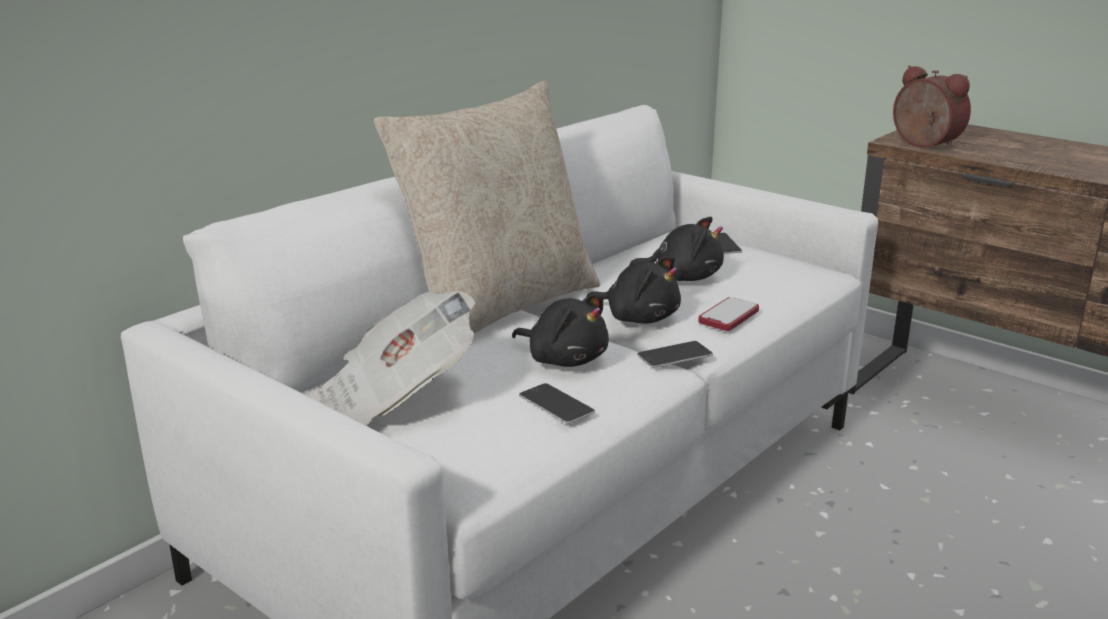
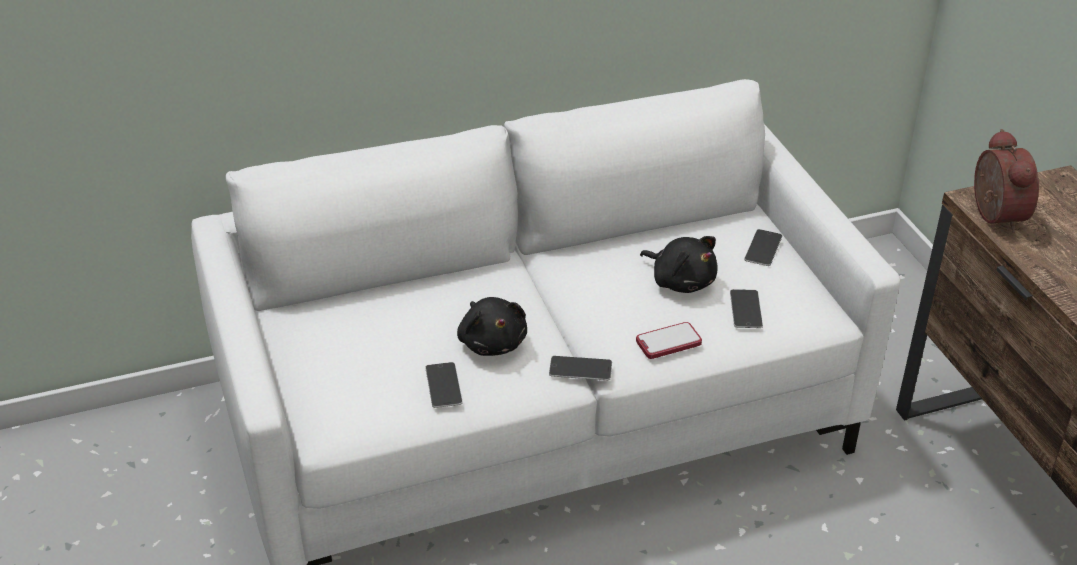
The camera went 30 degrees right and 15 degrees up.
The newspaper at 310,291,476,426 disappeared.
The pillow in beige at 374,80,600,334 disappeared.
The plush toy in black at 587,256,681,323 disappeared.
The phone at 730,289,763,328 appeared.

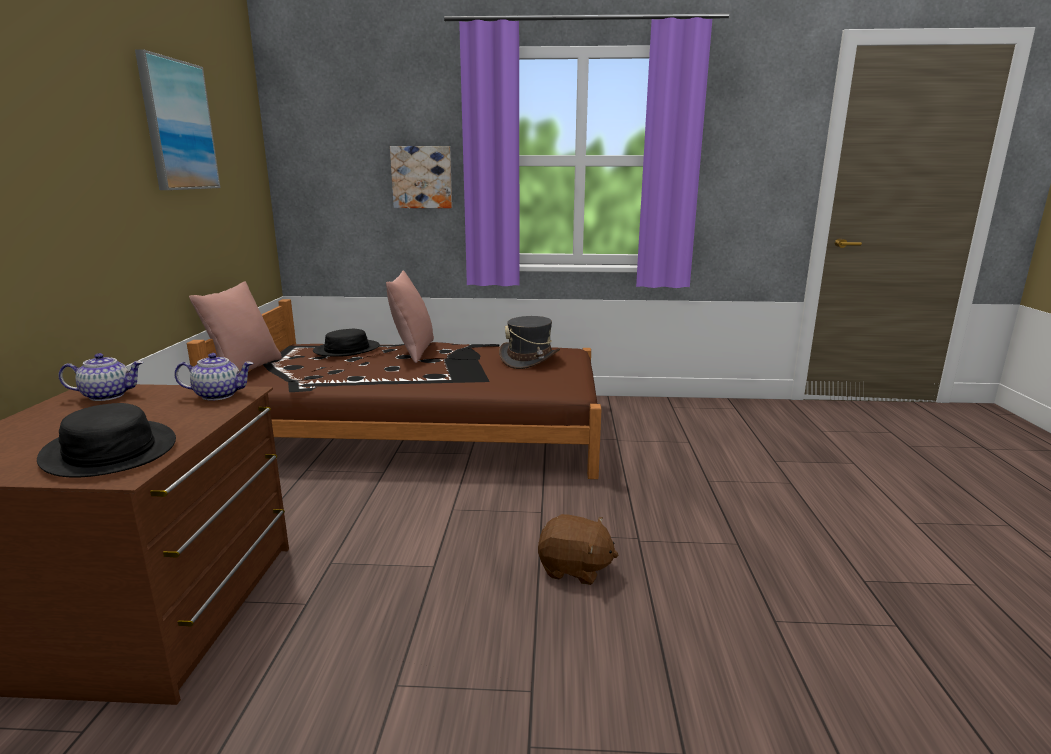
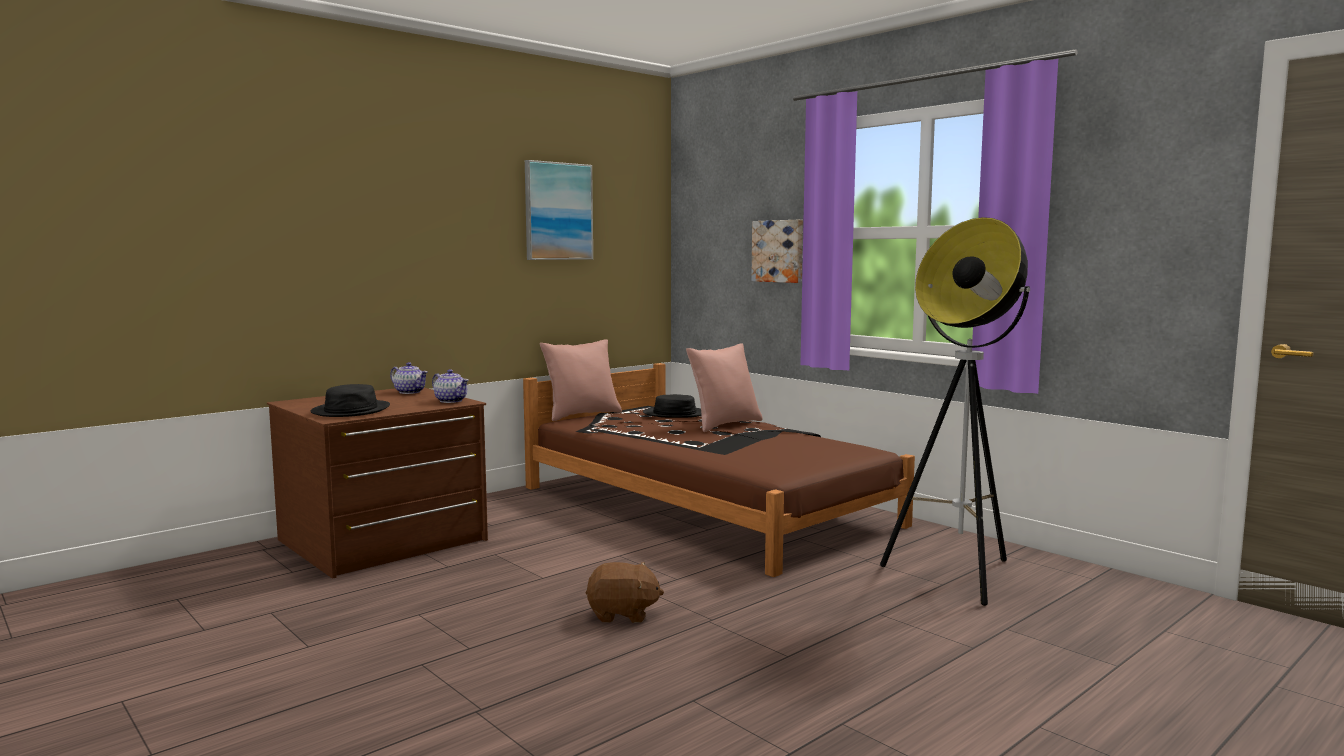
The camera went 45 degrees right and 10 degrees down.
The hat in grey at 499,316,560,369 disappeared.
The floor lamp at 880,217,1030,606 appeared.
The plush toy in brown at 538,514,618,585 turned 60 degrees counterclockwise.

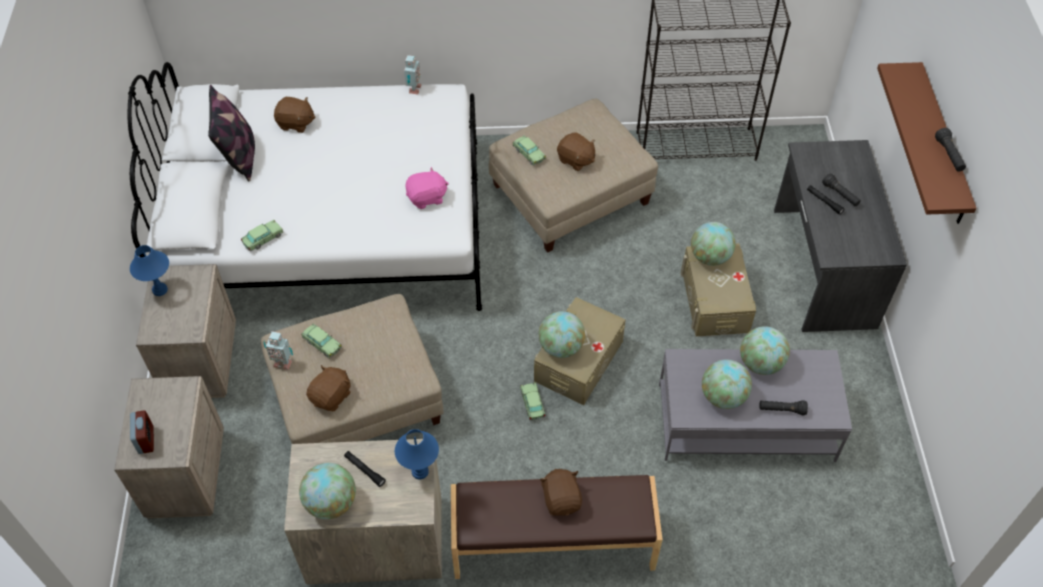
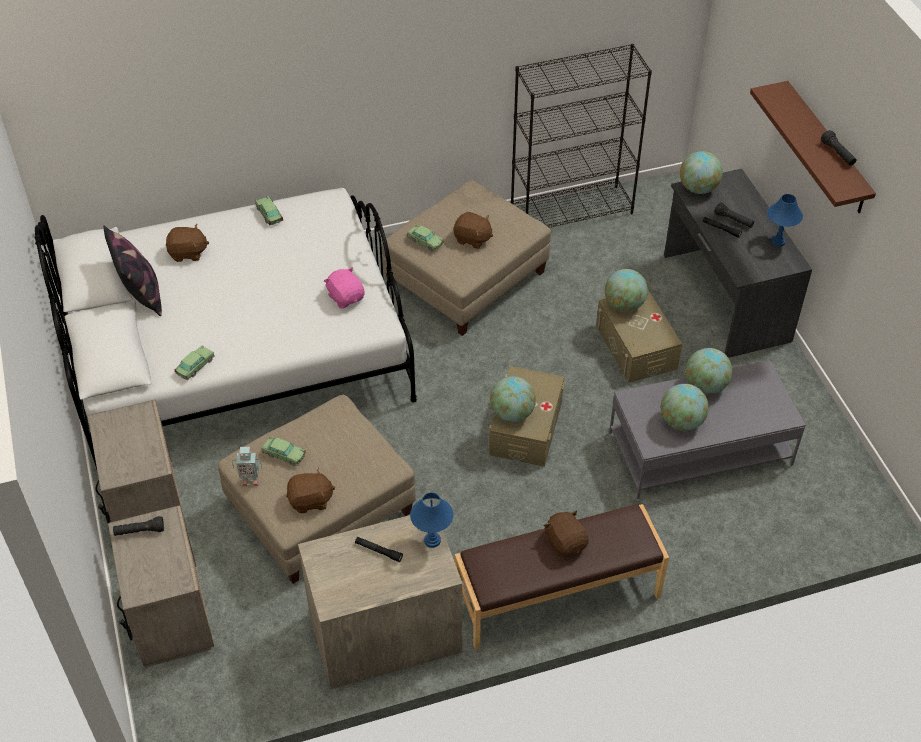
The camera went 15 degrees left and 5 degrees down.
The alarm clock at 130,410,154,454 disappeared.
The toy robot at 404,55,421,95 disappeared.
The table lamp in blue moved from 130,245,169,296 to 767,194,803,247.
The globe moved from 299,463,356,519 to 680,151,723,194.
The toy car moved from 520,382,545,420 to 255,196,283,225.
The flashlight in black moved from 759,400,808,415 to 113,516,164,536.
The plush toy in brown at 306,365,351,411 turned 60 degrees clockwise.
The plush toy in pink at 405,167,449,209 turned 90 degrees counterclockwise.

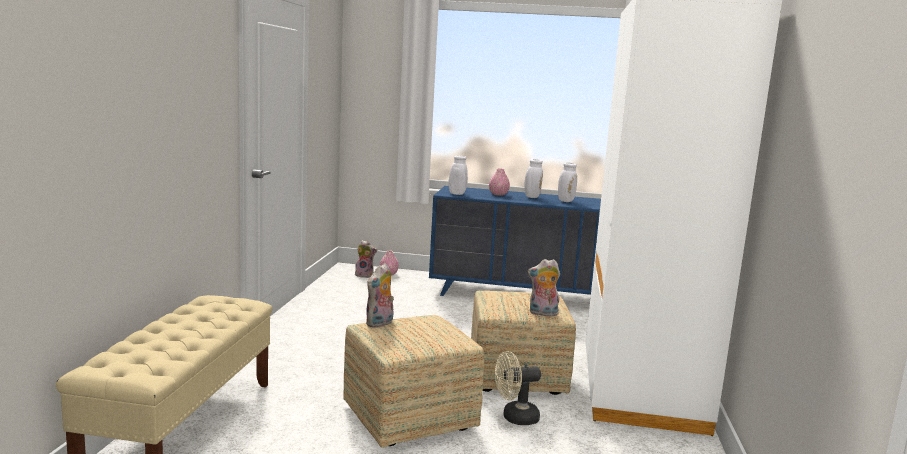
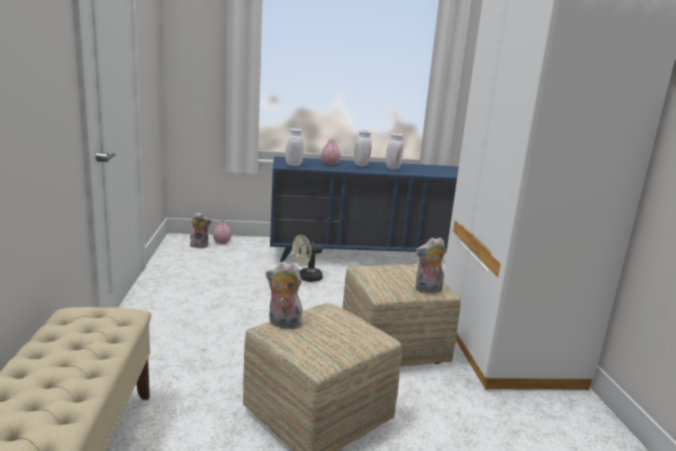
The camera went 15 degrees left and 5 degrees up.
The fan in beige moved from 495,351,541,425 to 292,235,323,282.
The plush toy at 366,263,394,328 turned 90 degrees clockwise.

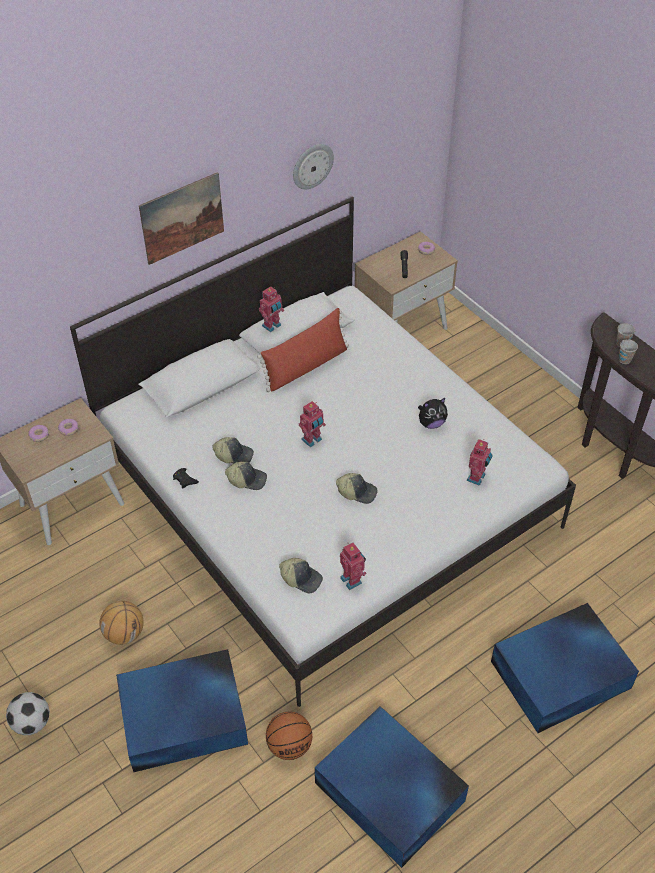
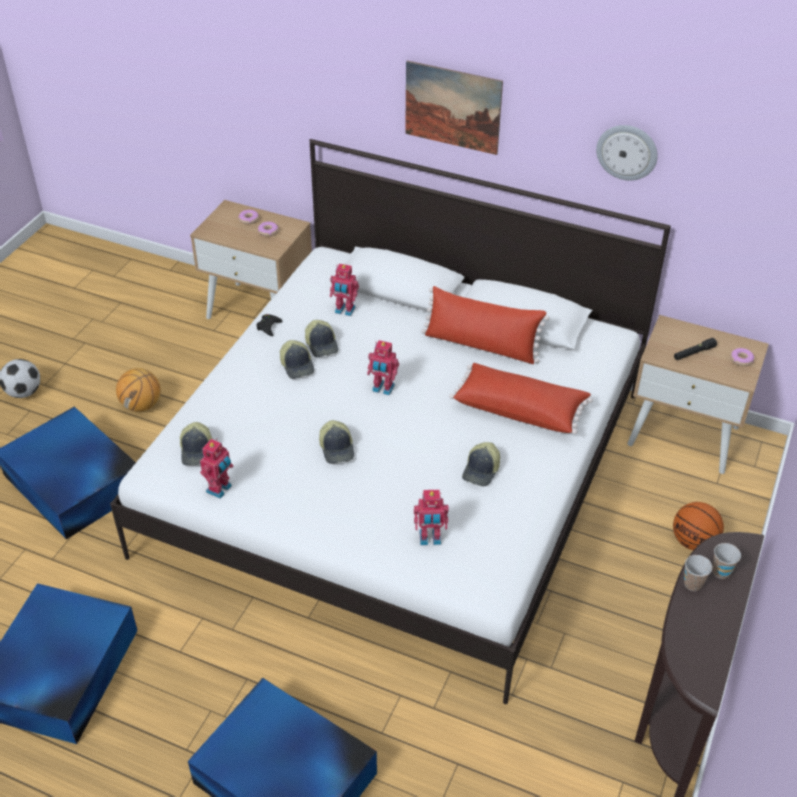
The camera went 60 degrees right and 5 degrees down.
The pillow in red at 449,363,593,434 appeared.
The toy robot moved from 259,286,284,332 to 330,264,359,316.
The basketball moved from 266,712,312,760 to 673,502,724,550.
The plush toy at 418,398,448,429 was replaced by the cap at 462,442,500,486.

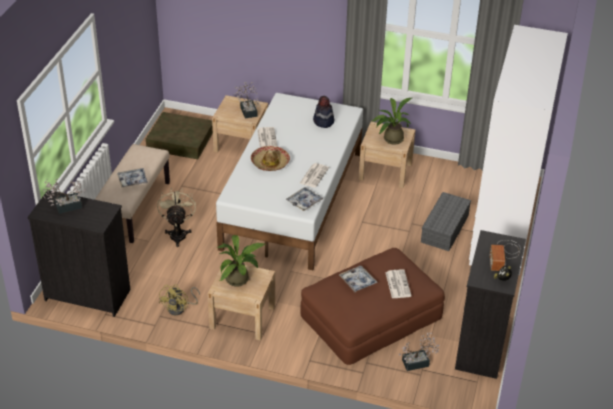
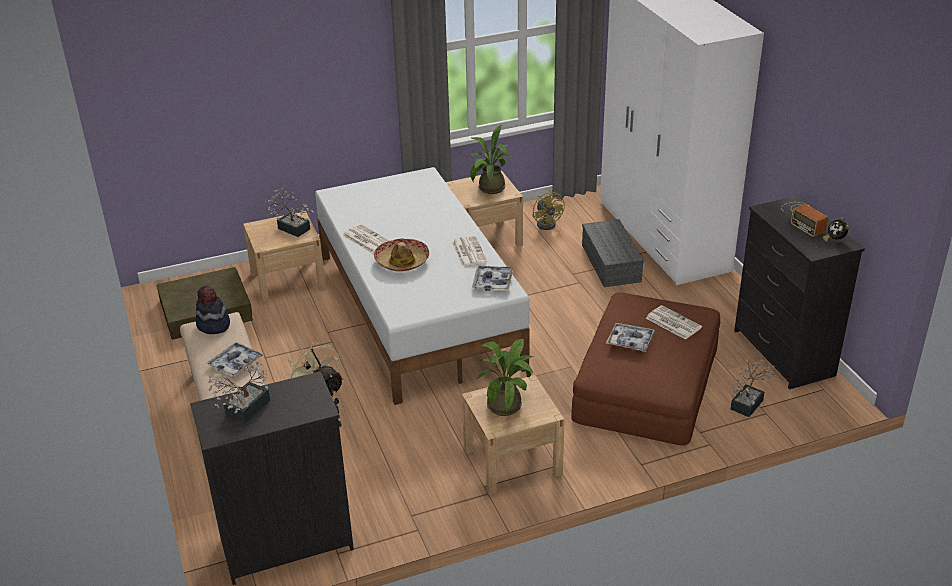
The camera went 35 degrees left and 5 degrees down.
The fan in yellow moved from 159,285,200,315 to 532,190,565,230.
The hat moved from 313,96,334,128 to 195,286,230,334.

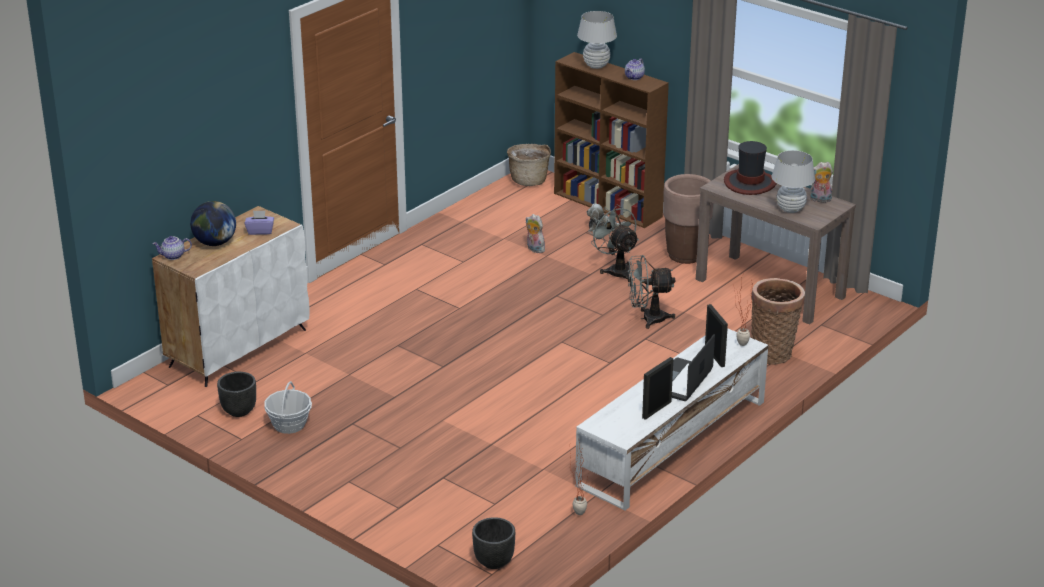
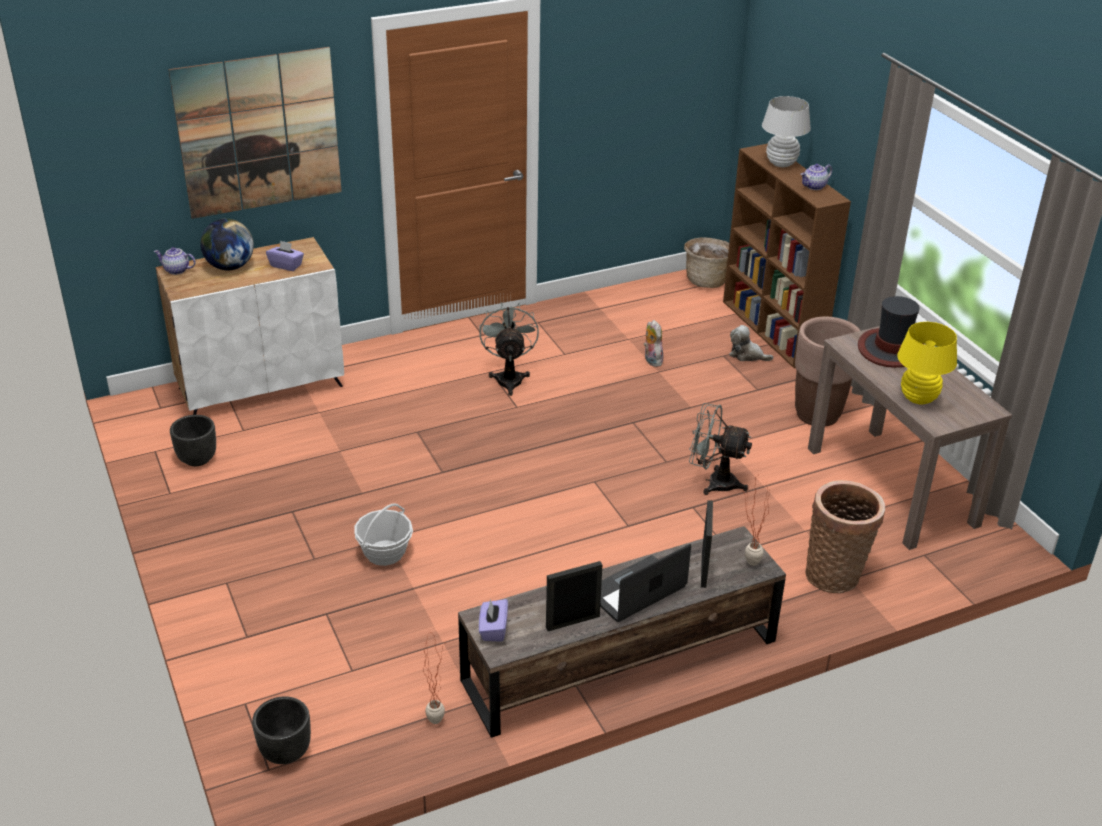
The camera went 25 degrees right and 5 degrees up.
The plush toy at 810,162,833,203 disappeared.
The picture at 168,47,342,219 appeared.
The tissue box in purple at 479,599,508,642 appeared.
The basket moved from 264,381,312,434 to 354,503,413,566.
The fan in grey moved from 588,204,639,282 to 479,302,539,396.
The tv stand in white at 575,329,768,511 became the tv stand in brown at 458,526,786,738.
The table lamp in white at 772,150,815,213 became the table lamp in yellow at 897,322,957,404.

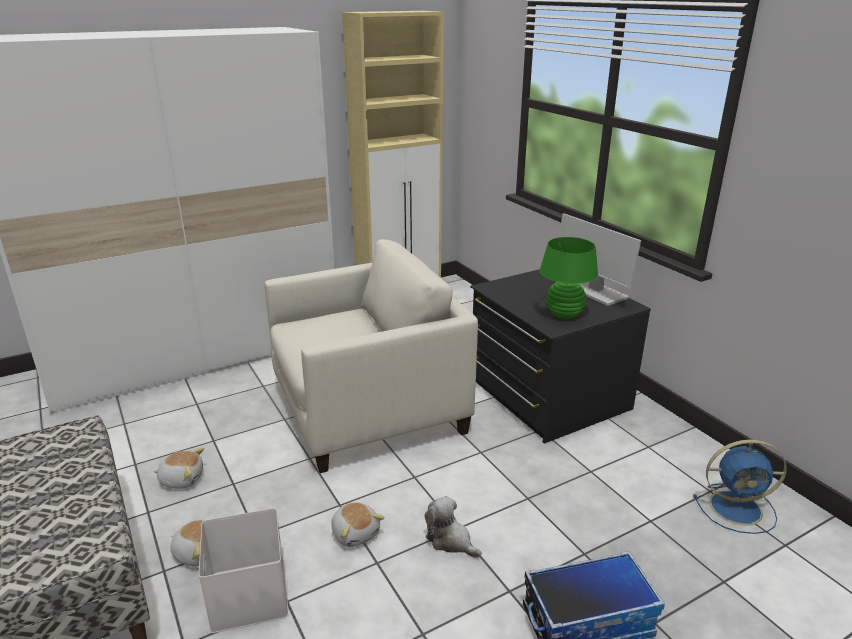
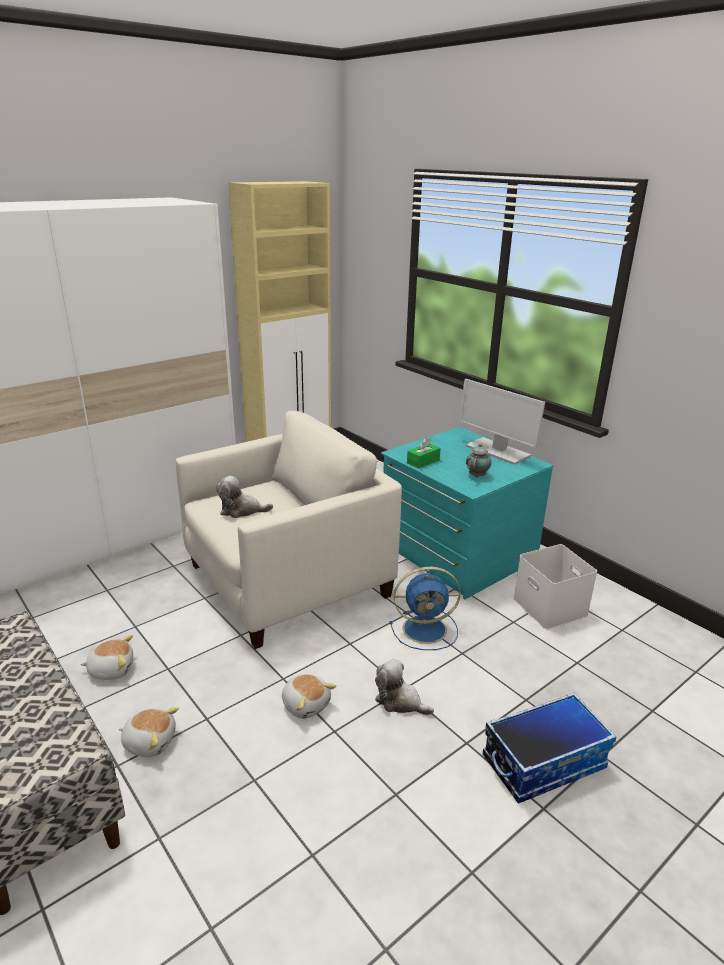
The camera went 10 degrees left and 0 degrees up.
The plush toy at 216,476,273,518 appeared.
The tissue box in green at 407,437,441,468 appeared.
The storage box in white moved from 199,508,288,633 to 513,544,597,630.
The fan in blue moved from 693,440,787,534 to 390,567,461,650.
The table lamp in green at 540,237,598,319 was replaced by the teapot at 466,443,491,477.
The dresser in black at 470,269,651,443 became the dresser in turquoise at 381,427,553,599.

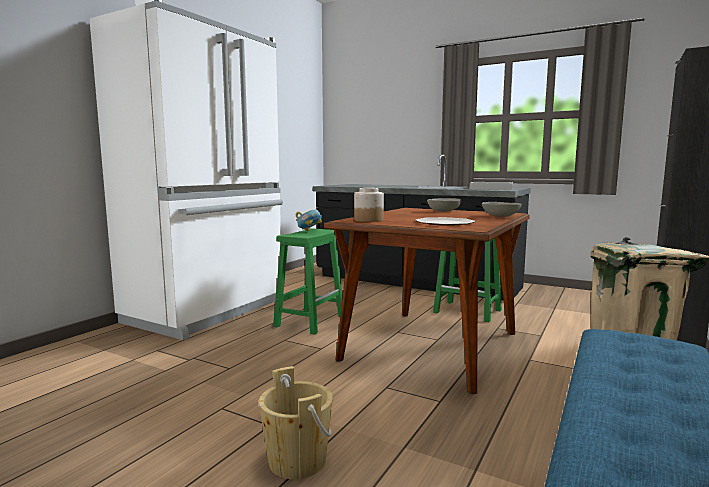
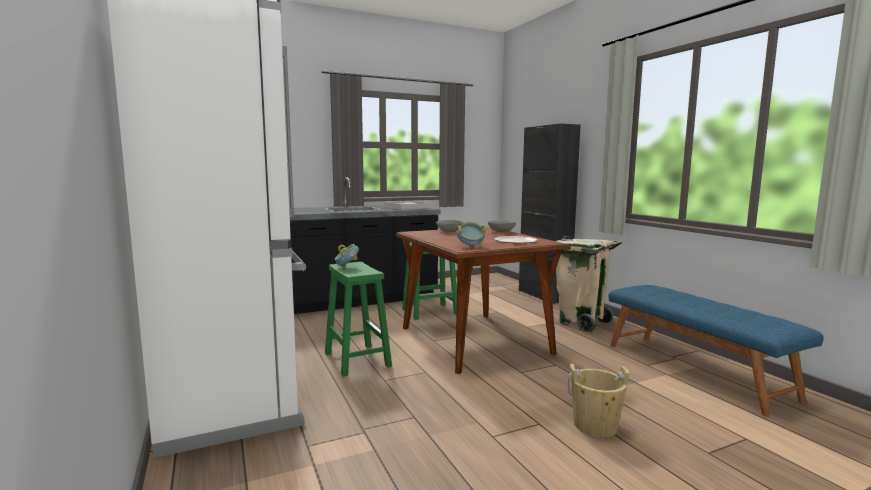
The camera went 55 degrees left and 0 degrees up.
The jar at 354,188,384,222 was replaced by the bowl at 457,222,486,247.

